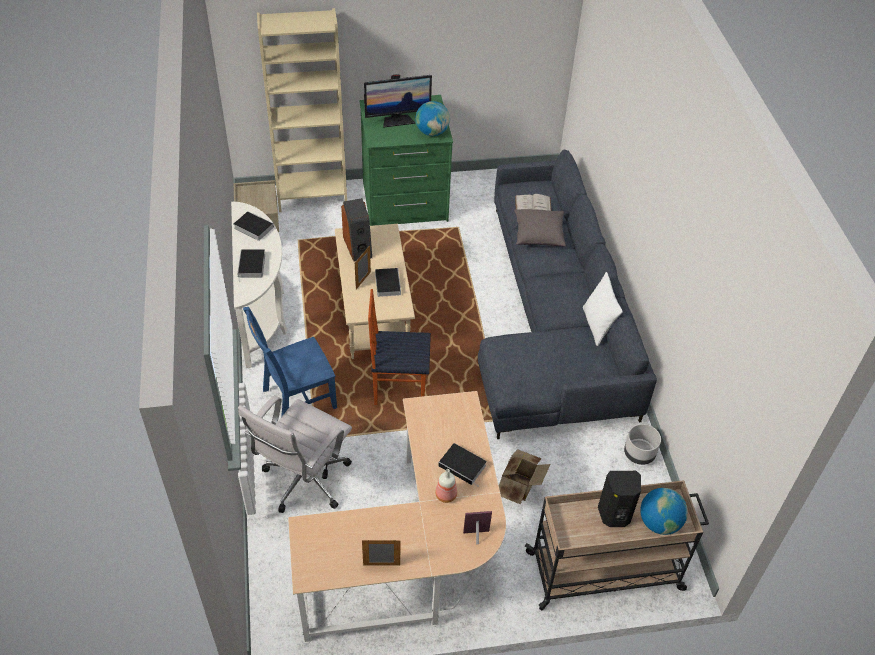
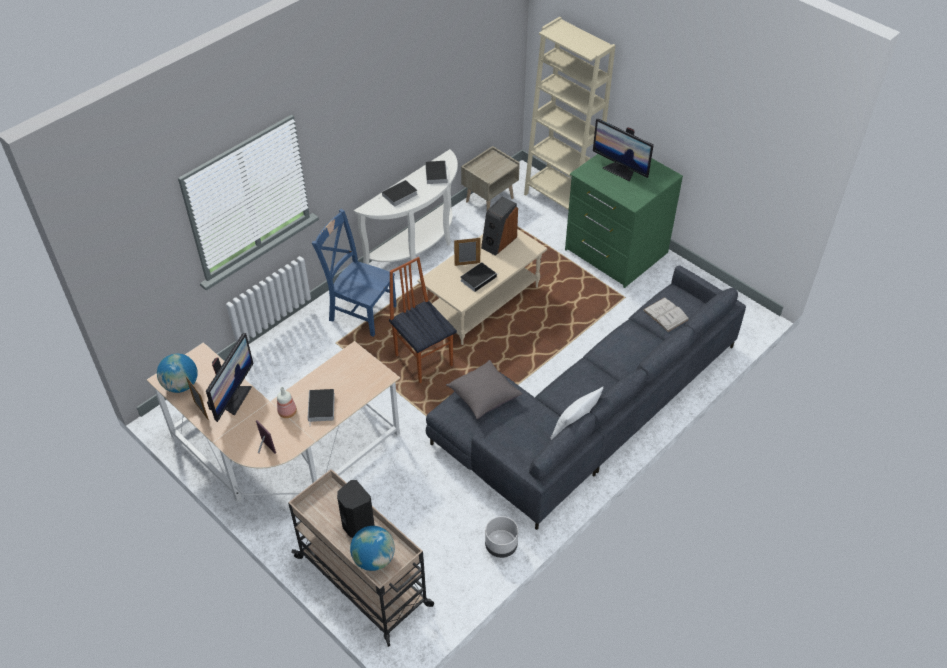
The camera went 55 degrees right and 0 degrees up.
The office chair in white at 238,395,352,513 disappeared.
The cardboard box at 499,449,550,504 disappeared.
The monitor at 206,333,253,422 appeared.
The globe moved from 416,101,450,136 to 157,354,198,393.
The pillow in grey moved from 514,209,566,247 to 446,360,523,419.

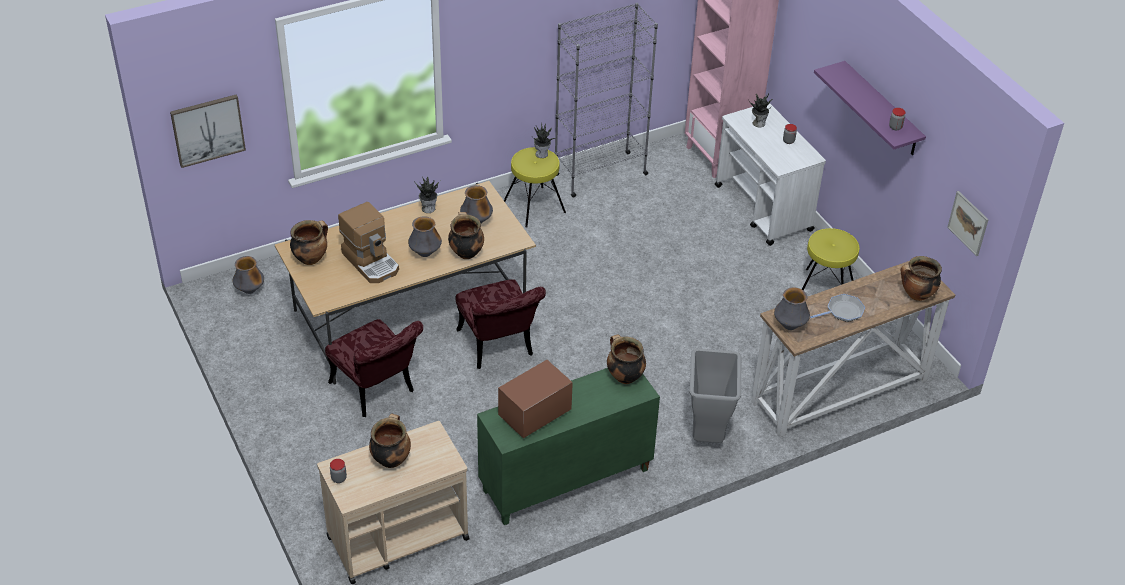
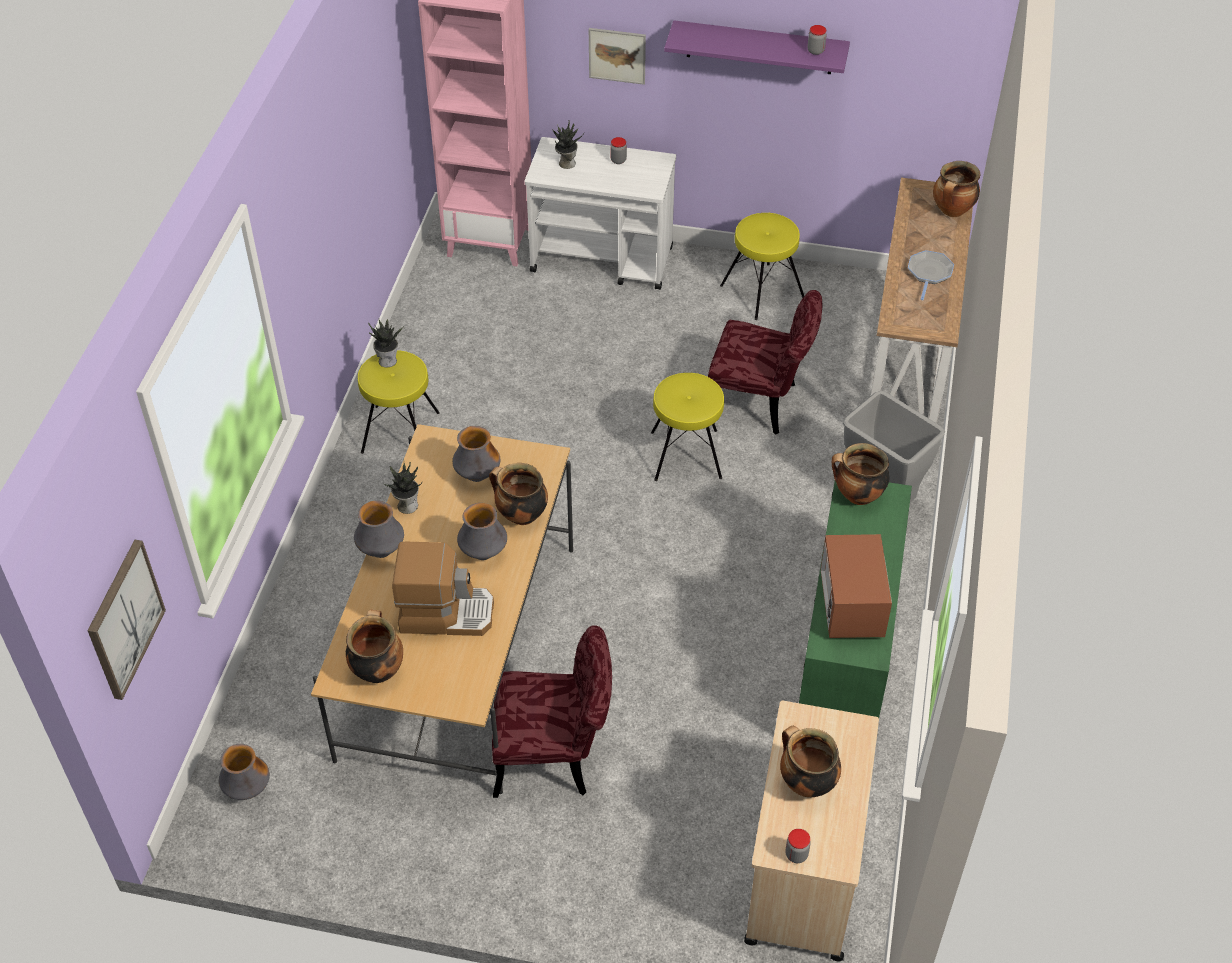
The camera went 50 degrees left and 5 degrees up.
The bookcase in grey at 555,3,658,198 disappeared.
The stool in yellow at 651,373,724,481 appeared.
The chair in red moved from 456,279,546,369 to 708,290,823,435.
The vase moved from 774,288,810,330 to 354,500,404,558.
The picture moved from 947,191,989,256 to 589,28,646,85.

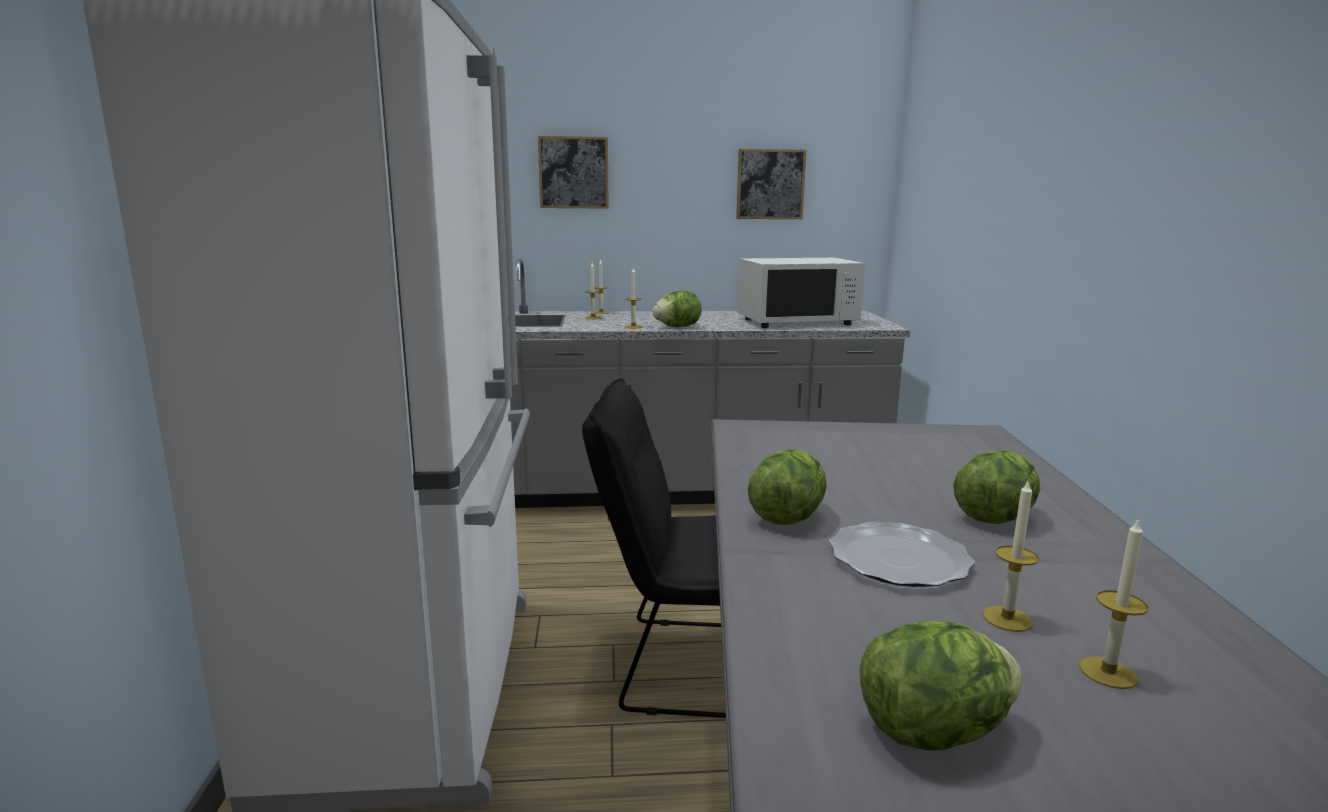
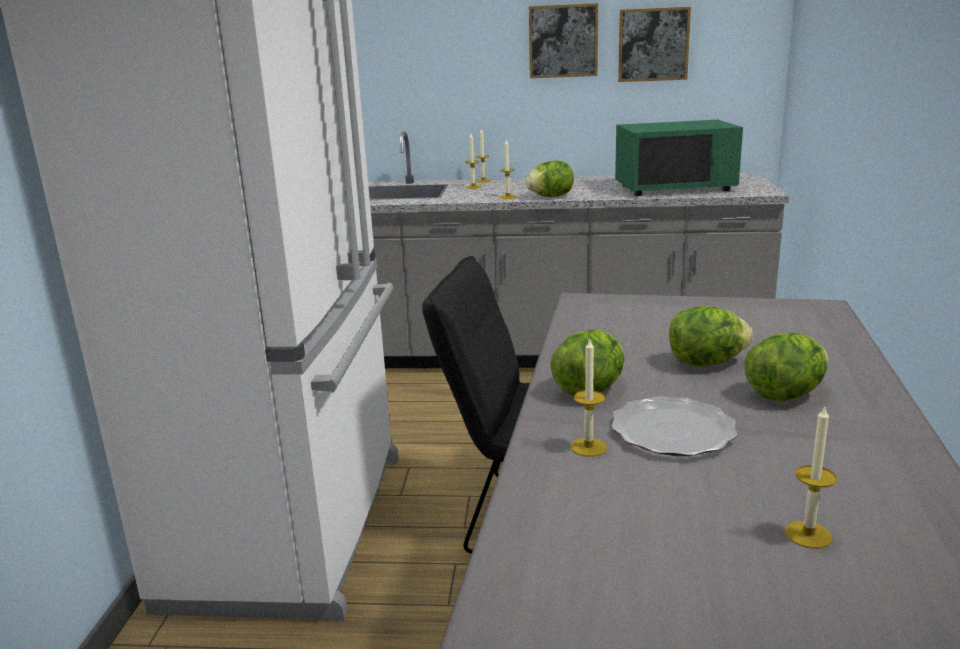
The camera went 10 degrees right and 5 degrees up.
The picture moved from 538,136,609,209 to 529,3,598,78.
The lettuce moved from 860,621,1022,751 to 669,306,753,367.
The candle moved from 983,479,1039,632 to 571,339,607,457.
The microwave in white at 737,258,865,328 became the microwave in green at 615,120,743,196.

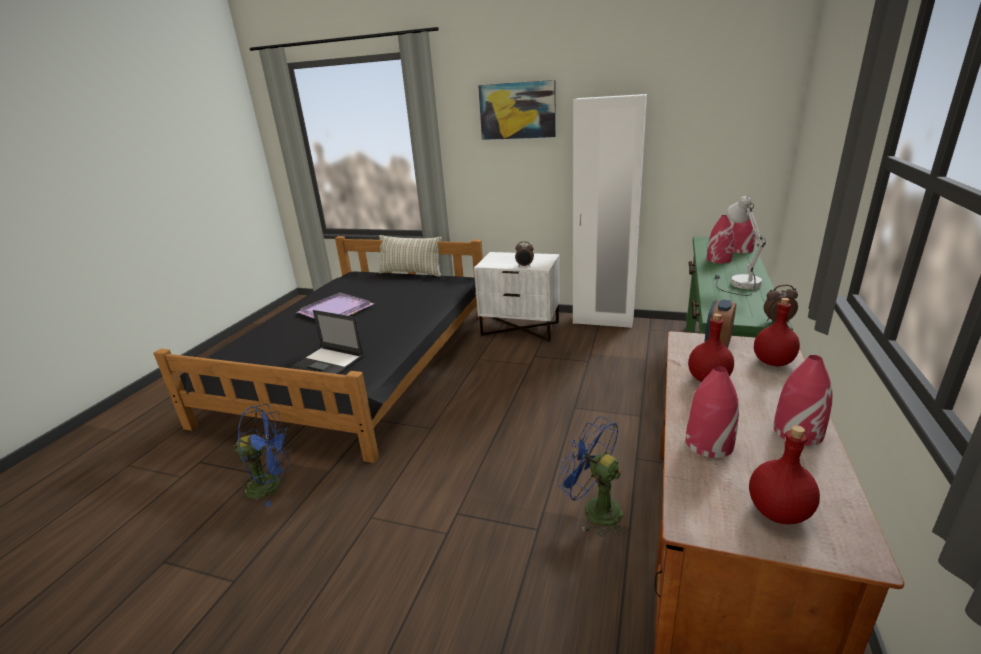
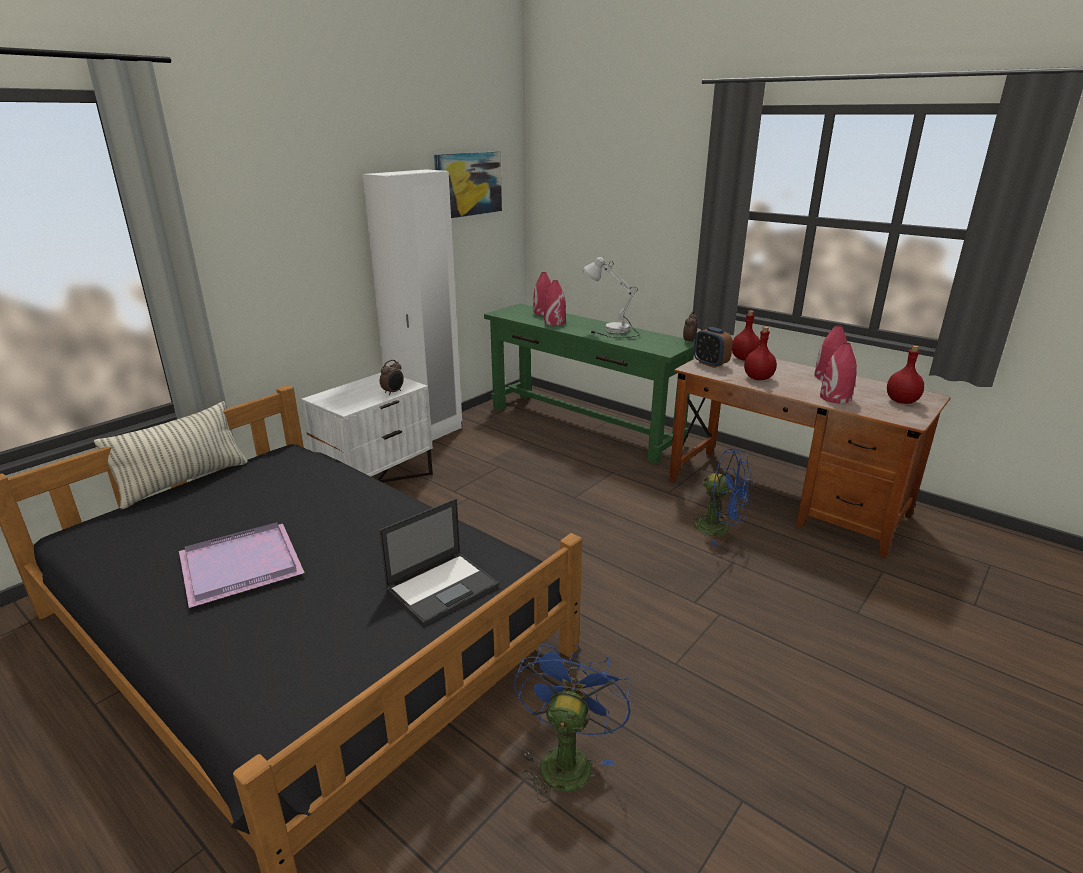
The camera went 70 degrees left and 0 degrees up.
The picture moved from 478,80,556,140 to 434,151,502,218.
The fan in blue at 557,416,627,537 turned 120 degrees counterclockwise.

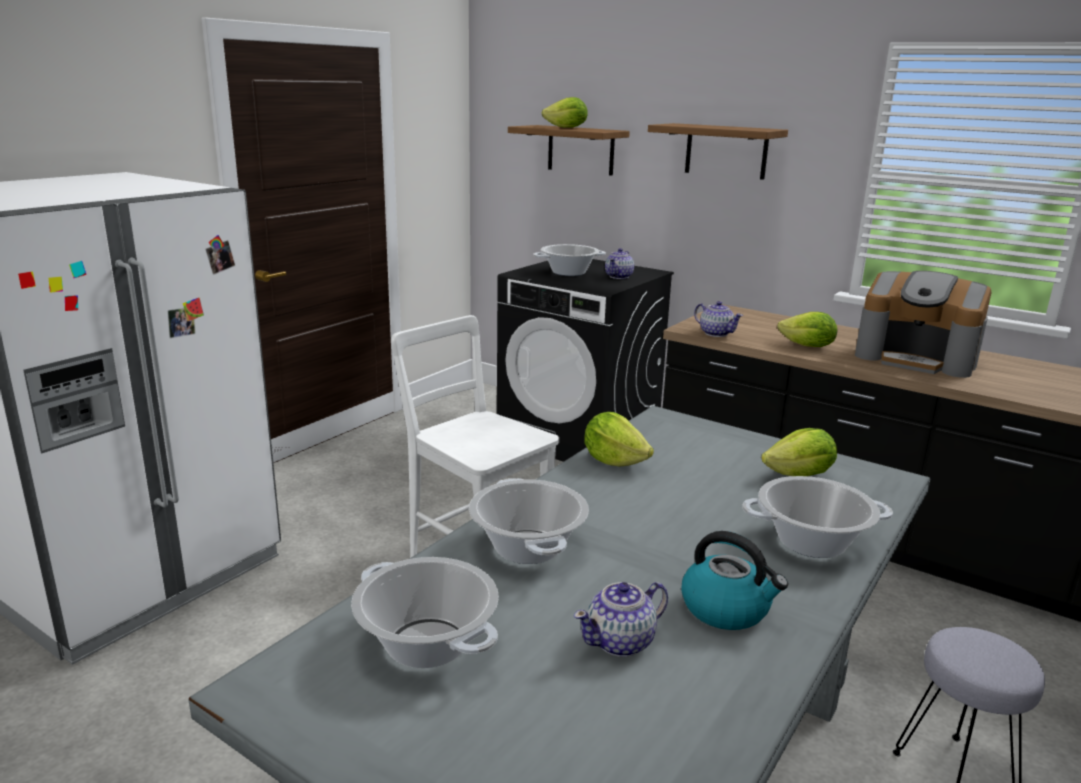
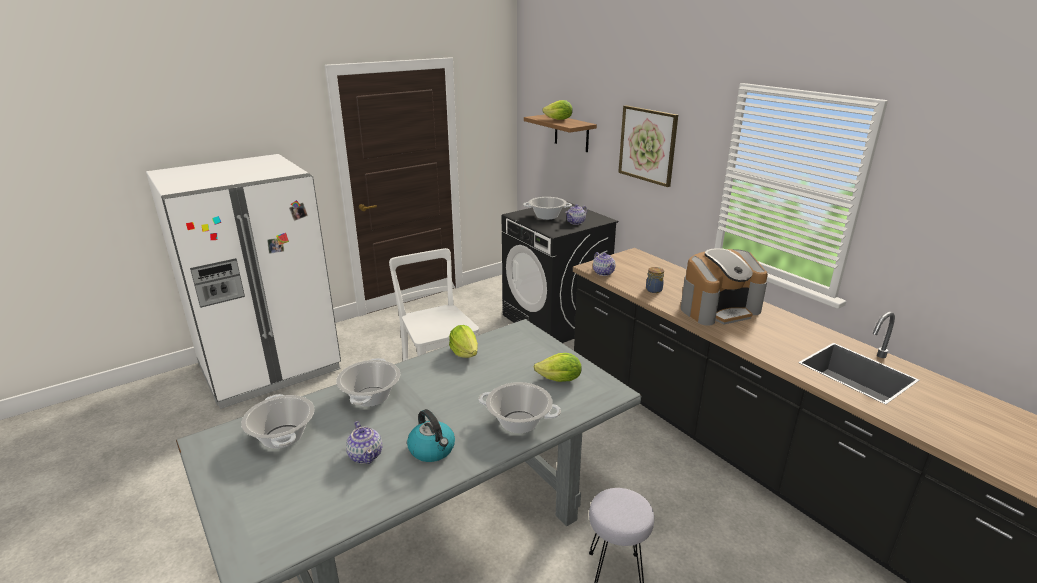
The camera went 20 degrees right and 5 degrees up.
The shelf at 648,123,788,180 was replaced by the picture at 618,105,678,187.
The lettuce at 778,312,837,347 was replaced by the jar at 646,267,664,293.
The teapot at 574,582,668,657 turned 105 degrees counterclockwise.
The coffee machine at 855,271,992,378 turned 75 degrees counterclockwise.

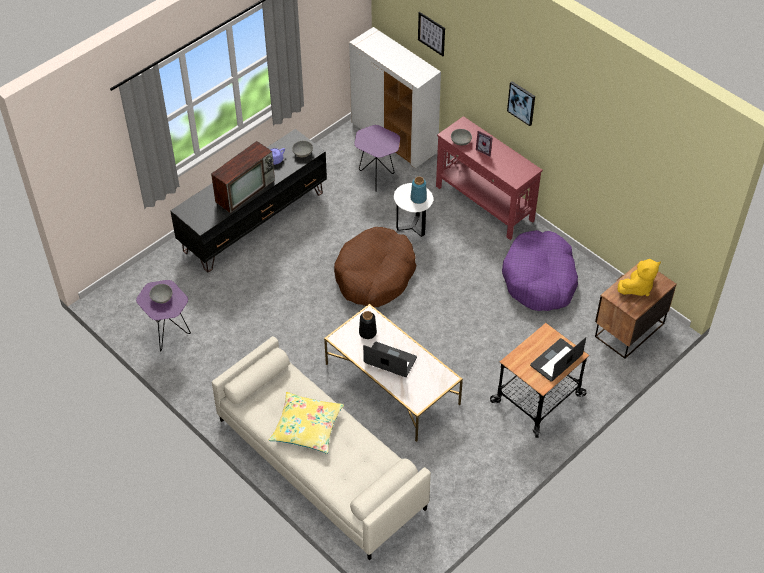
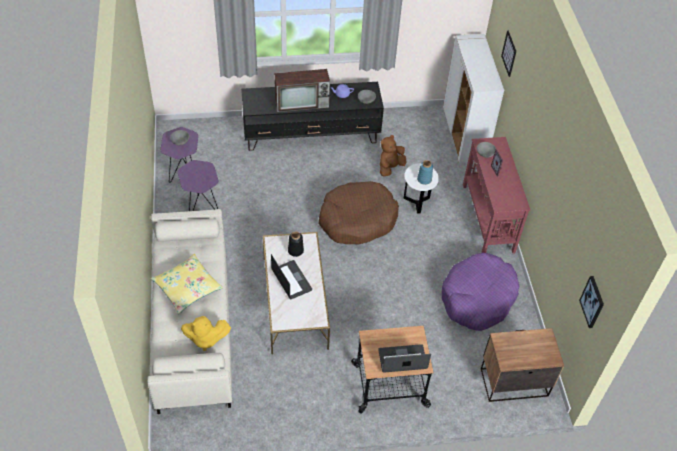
The camera went 35 degrees right and 0 degrees up.
The plush toy in brown at 380,135,406,176 appeared.
The side table in purple moved from 354,125,400,183 to 178,160,218,211.
The picture moved from 507,81,535,126 to 579,276,604,328.
The plush toy in yellow moved from 618,259,661,296 to 181,316,231,351.

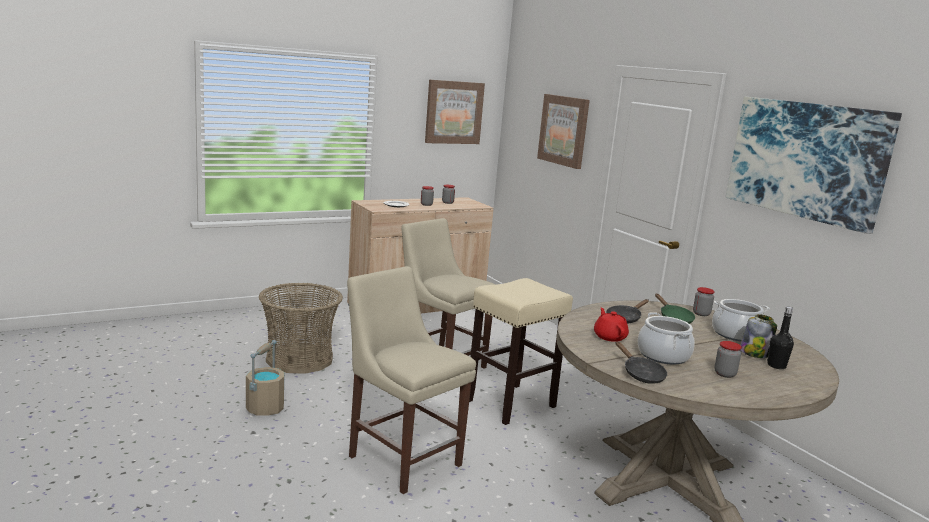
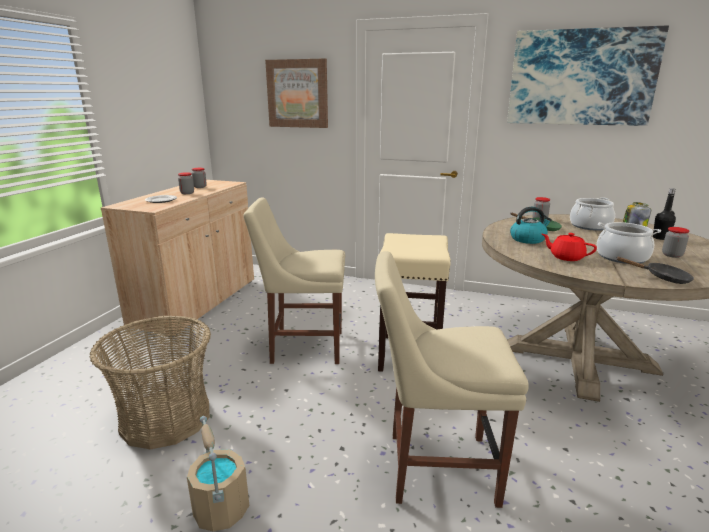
The camera went 40 degrees left and 5 degrees up.
The picture at 425,80,485,144 disappeared.
The frying pan in black at 606,299,649,324 was replaced by the kettle at 510,207,552,244.

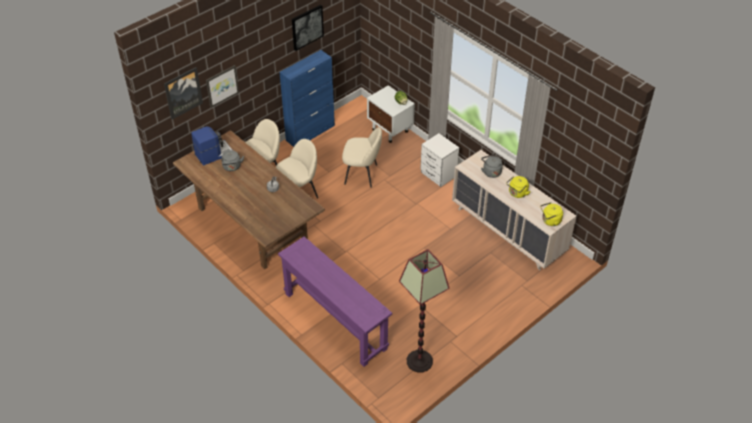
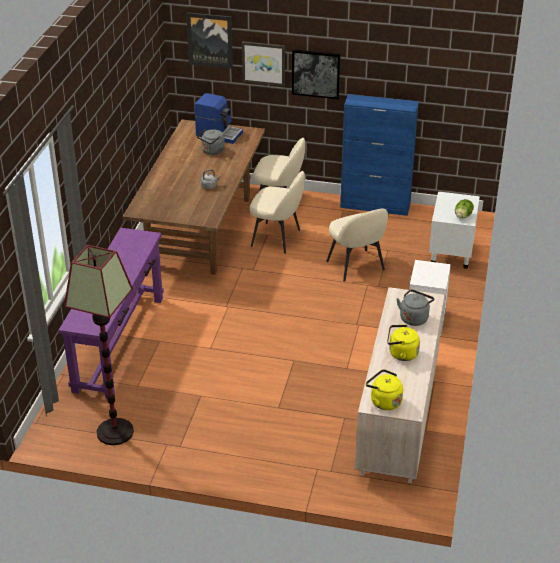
The camera went 55 degrees right and 10 degrees down.
The picture moved from 292,5,324,51 to 292,49,341,99.

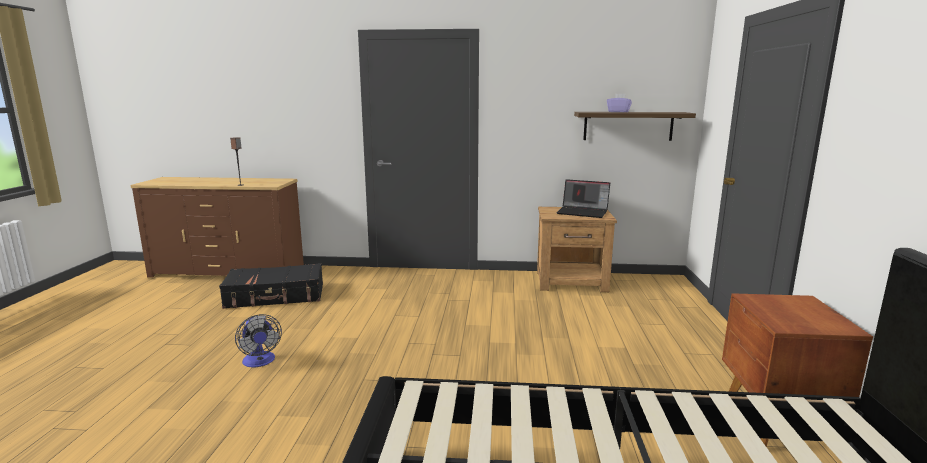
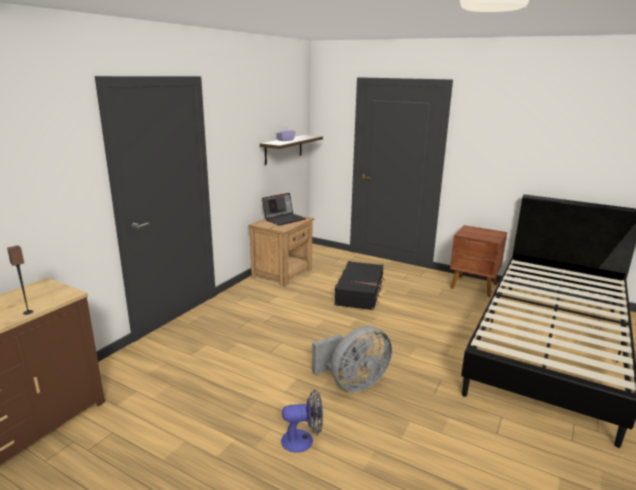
The camera went 65 degrees left and 5 degrees up.
The fan in grey at 312,326,392,392 appeared.
The suitcase in black moved from 219,263,323,309 to 334,261,385,310.

